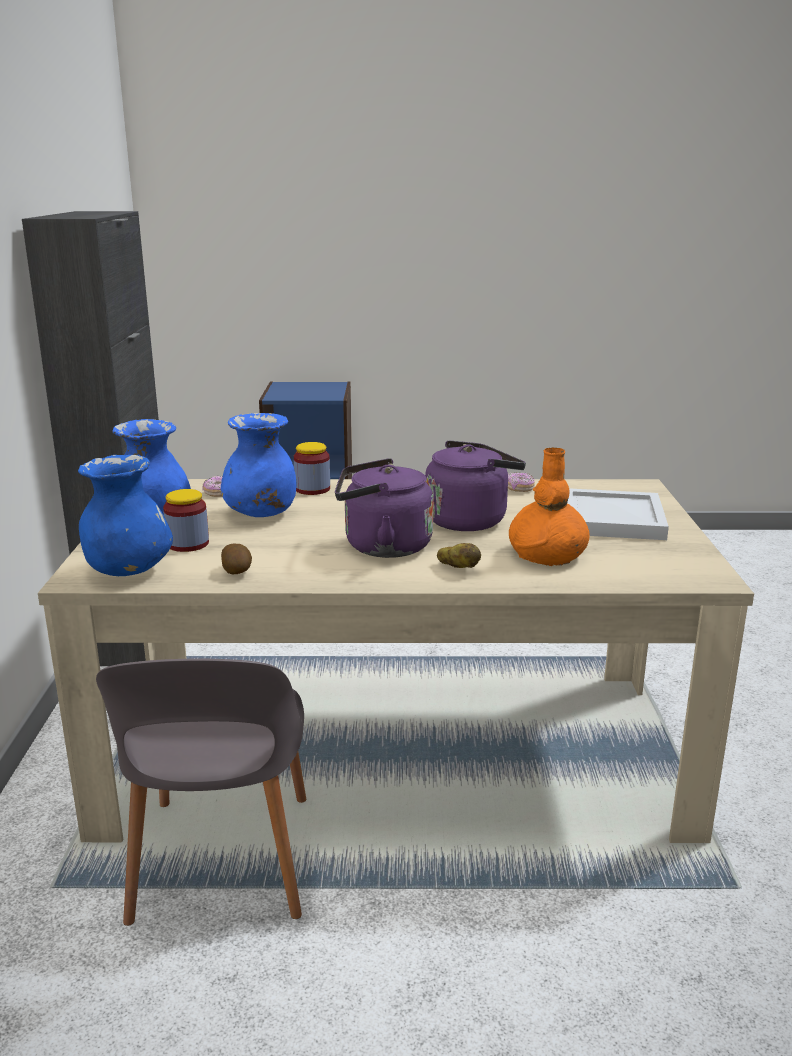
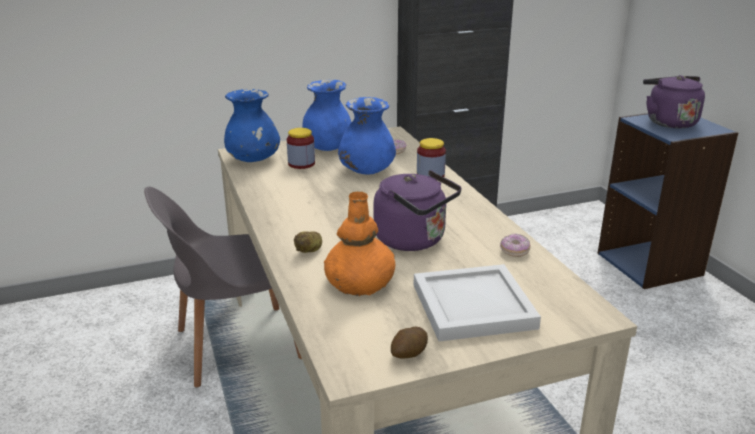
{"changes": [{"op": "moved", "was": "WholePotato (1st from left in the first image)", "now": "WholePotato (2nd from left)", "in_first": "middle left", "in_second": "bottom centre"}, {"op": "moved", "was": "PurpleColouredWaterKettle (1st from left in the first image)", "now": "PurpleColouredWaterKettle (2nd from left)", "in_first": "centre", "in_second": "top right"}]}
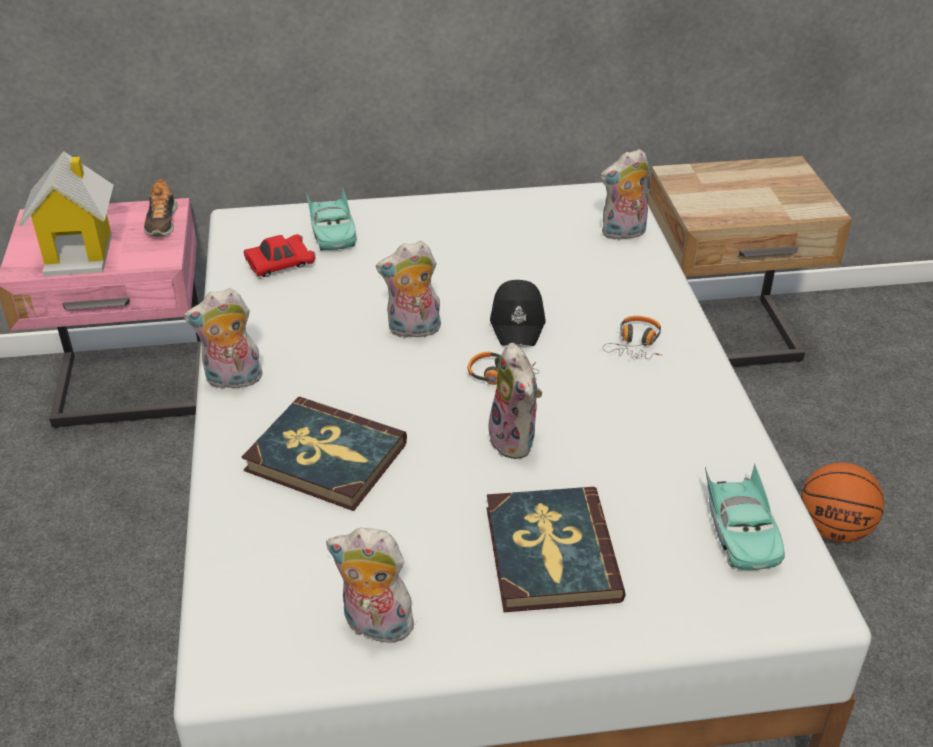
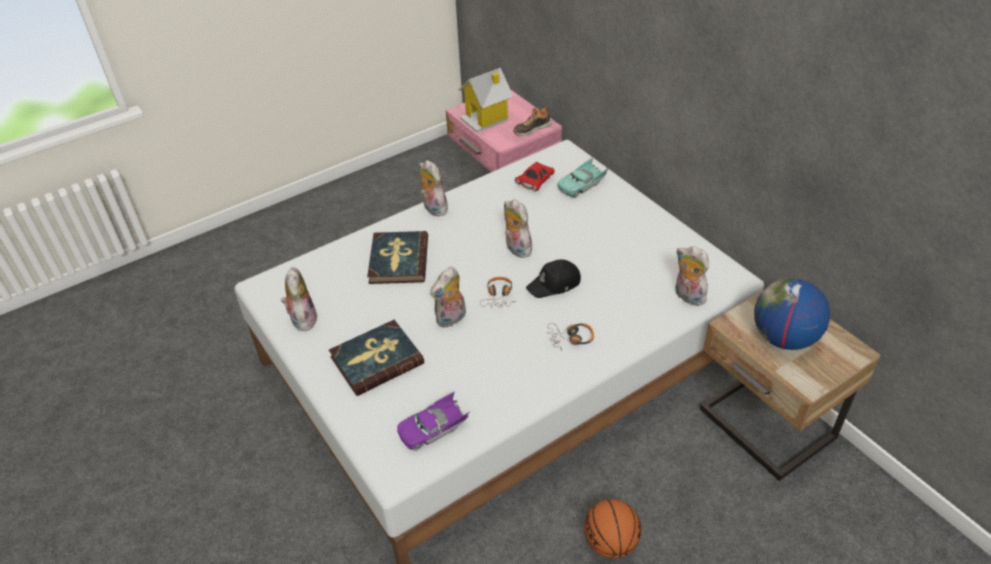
{"changes": [{"op": "added", "now": "Globe", "in_second": "middle right"}, {"op": "recoloured", "was": "TurquoiseToyCar (2nd from left)", "now": "PurpleColouredToyCar", "in_first": "bottom right", "in_second": "bottom centre"}, {"op": "turned", "was": "ReddishToyCar", "in_first": "middle left", "in_second": "top centre", "clockwise": 90}]}
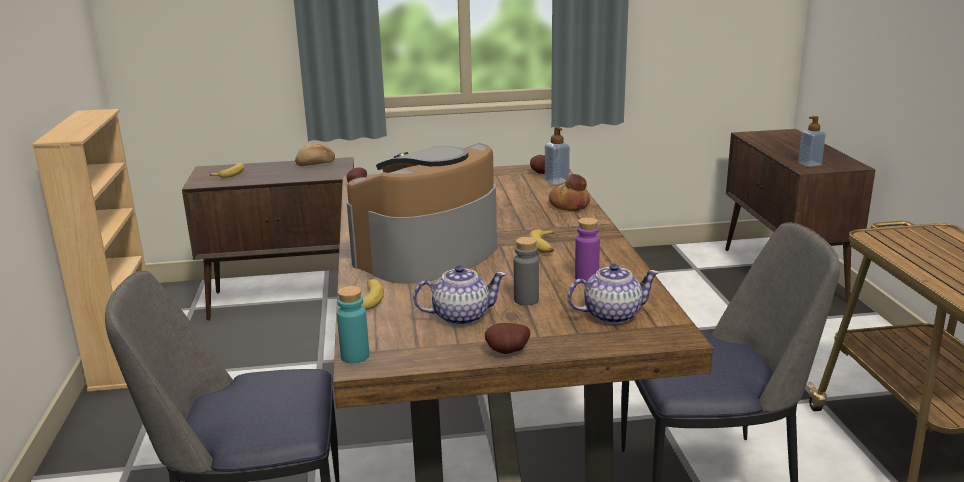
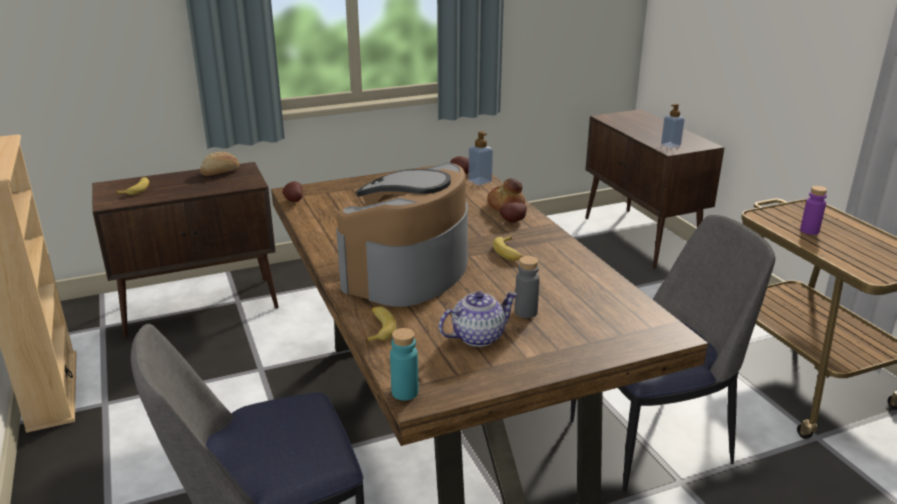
{"changes": [{"op": "removed", "was": "PotForTea (2nd from left)", "in_first": "centre"}, {"op": "moved", "was": "WholePotato (2nd from left in the first image)", "now": "WholePotato (3rd from left)", "in_first": "bottom centre", "in_second": "centre"}, {"op": "moved", "was": "PurpleColouredBeverageBottle", "in_first": "centre", "in_second": "middle right"}]}
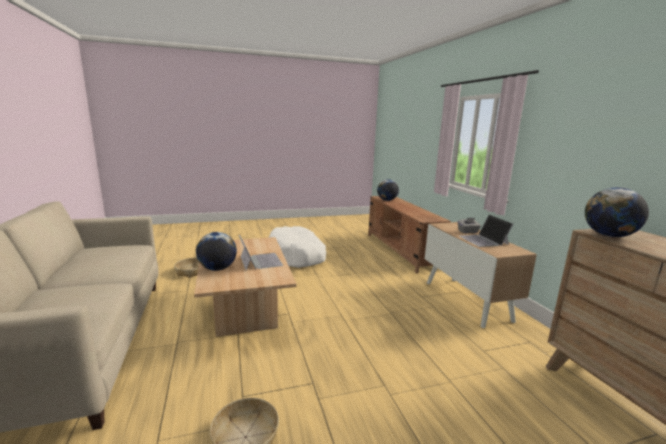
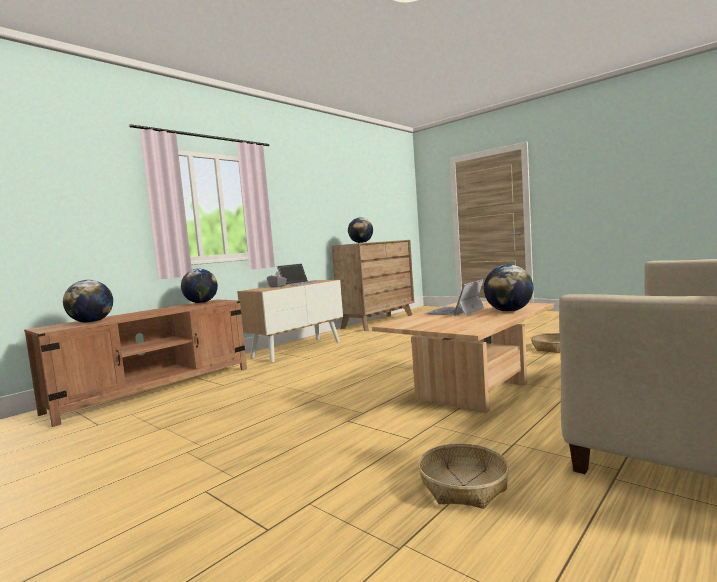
{"changes": [{"op": "removed", "was": "WhitishDogCushion", "in_first": "centre"}, {"op": "added", "now": "Globe (2nd from left)", "in_second": "middle left"}]}
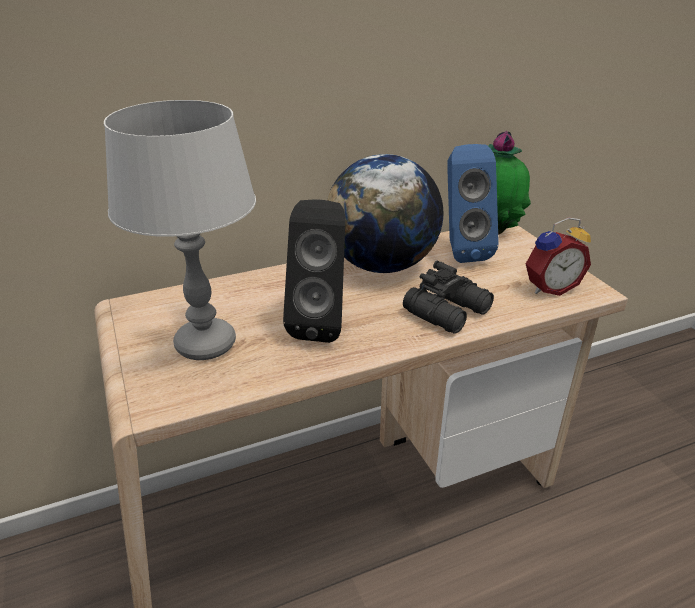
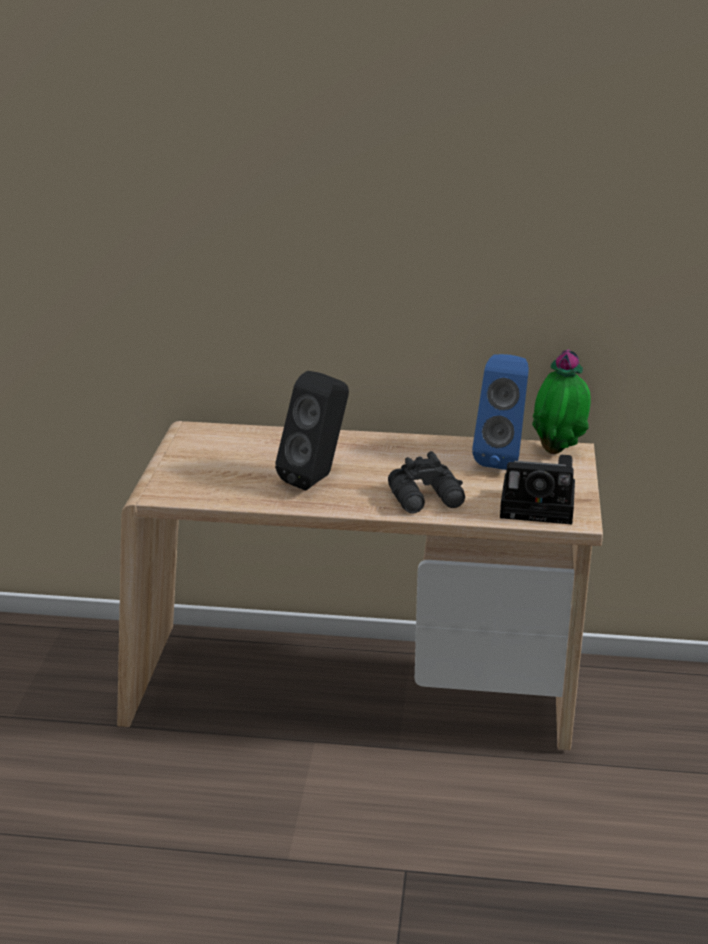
{"changes": [{"op": "removed", "was": "GreyLampForATable", "in_first": "middle left"}, {"op": "removed", "was": "Globe", "in_first": "centre"}, {"op": "replaced", "was": "BedsideClock", "now": "StillCamera", "in_first": "middle right", "in_second": "middle right"}]}
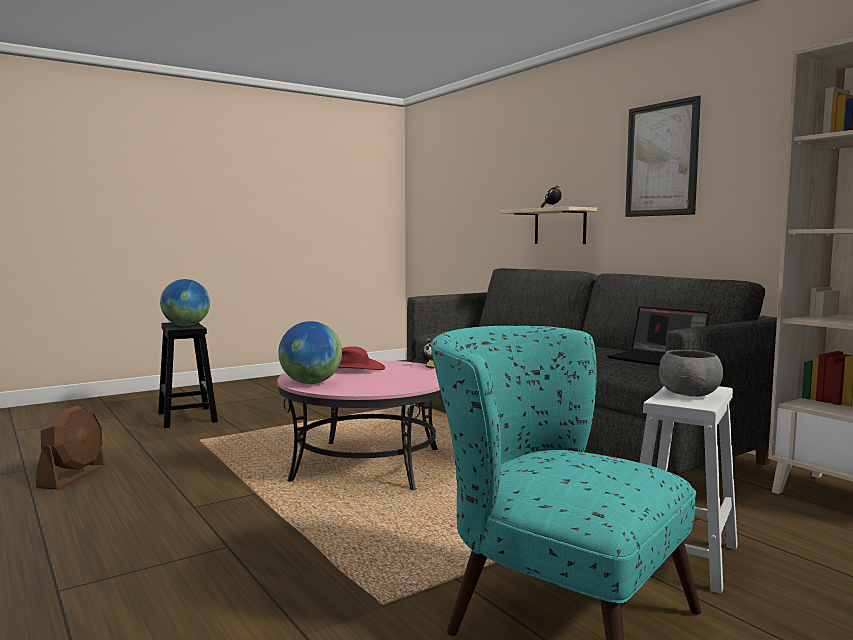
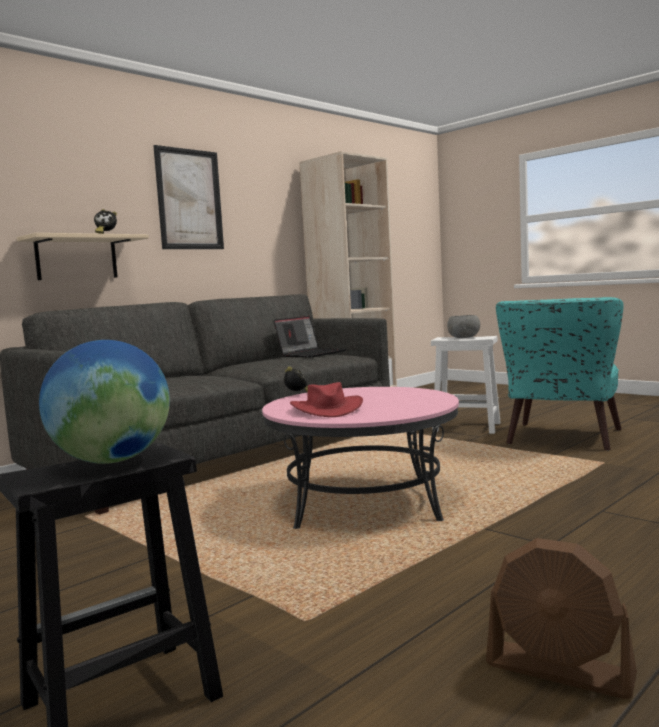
{"changes": [{"op": "removed", "was": "Globe (2nd from left)", "in_first": "centre"}, {"op": "turned", "was": "BrownishCoolingFan", "in_first": "bottom left", "in_second": "bottom right", "clockwise": -150}]}
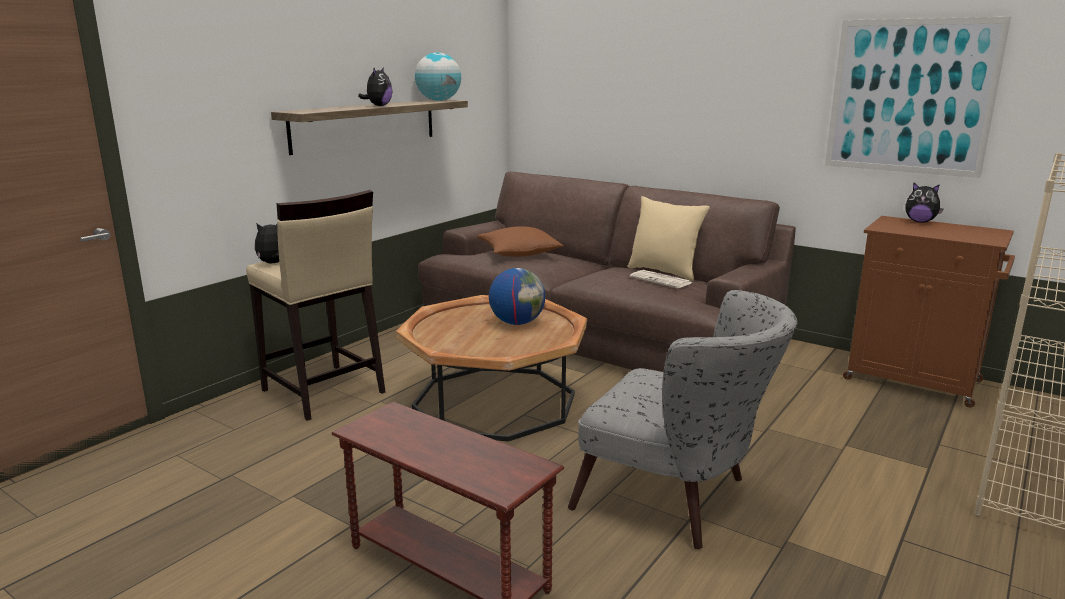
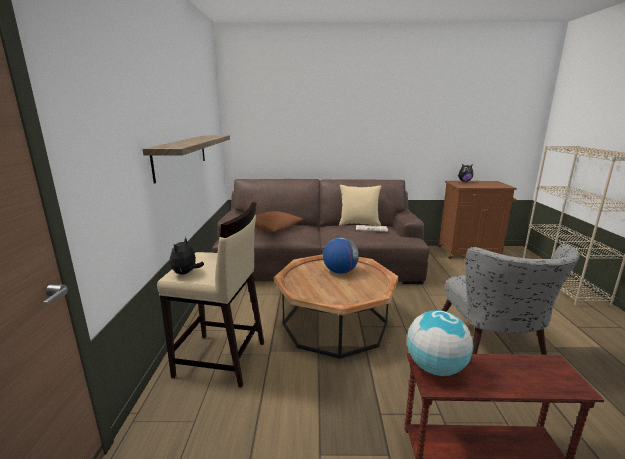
{"changes": [{"op": "removed", "was": "CuddlyToy (2nd from left)", "in_first": "top centre"}, {"op": "removed", "was": "WallArt", "in_first": "top right"}, {"op": "moved", "was": "Globe (1st from left in the first image)", "now": "Globe (2nd from left)", "in_first": "top centre", "in_second": "bottom right"}, {"op": "turned", "was": "GreyLoungeChair", "in_first": "bottom centre", "in_second": "middle right", "clockwise": 90}]}
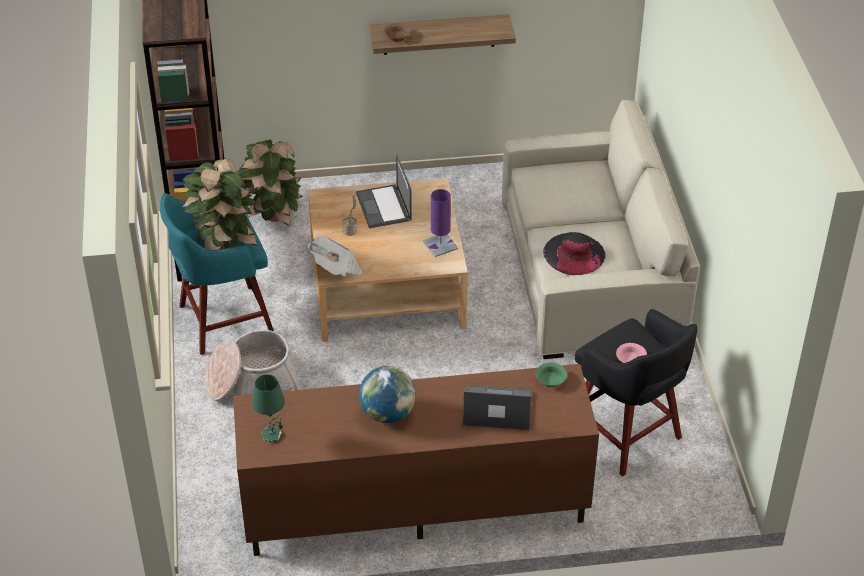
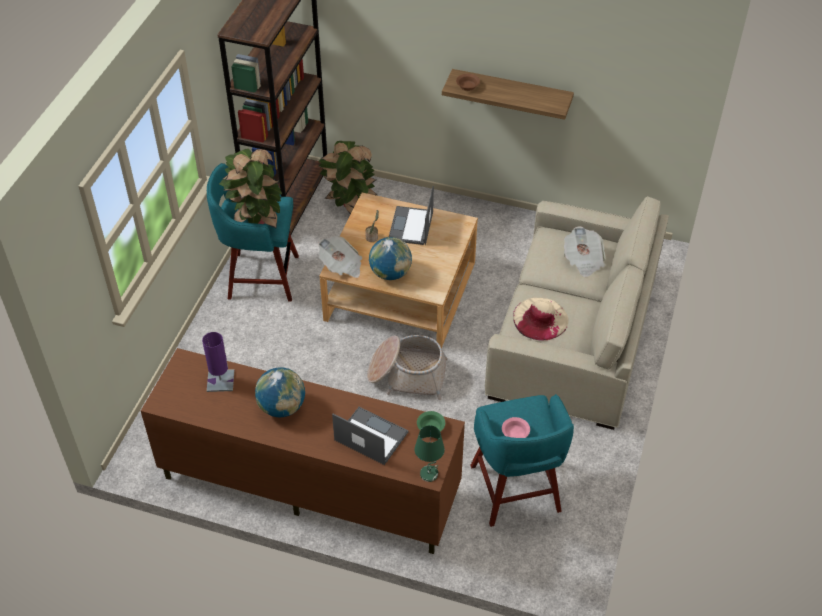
{"changes": [{"op": "added", "now": "Globe (2nd from left)", "in_second": "centre"}, {"op": "added", "now": "PrintedPaper (2nd from left)", "in_second": "middle right"}, {"op": "moved", "was": "HouseholdBasket", "in_first": "middle left", "in_second": "centre"}, {"op": "moved", "was": "GreenLampForATable", "in_first": "bottom left", "in_second": "bottom centre"}, {"op": "moved", "was": "PurpleColouredLampForATable", "in_first": "centre", "in_second": "middle left"}, {"op": "recoloured", "was": "BlackColouredHat", "now": "BeigeColouredHat", "in_first": "centre", "in_second": "centre"}, {"op": "recoloured", "was": "BlackColouredStoolSeat", "now": "TurquoiseStoolSeat (2nd from left)", "in_first": "bottom right", "in_second": "bottom centre"}]}
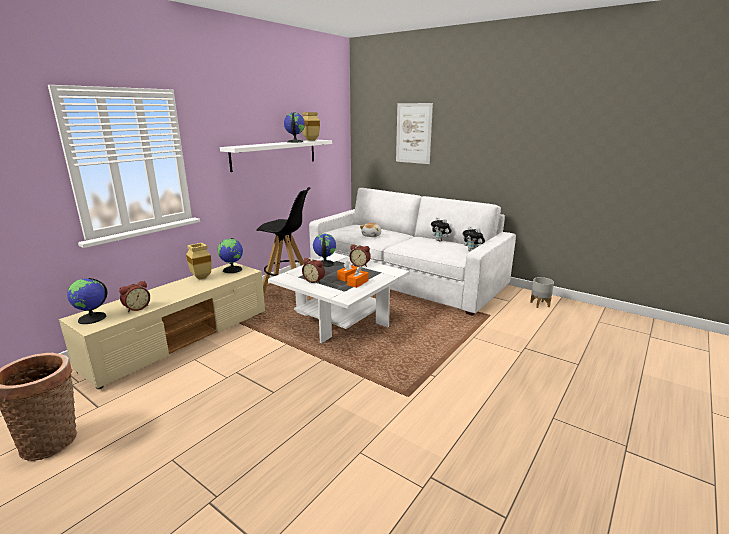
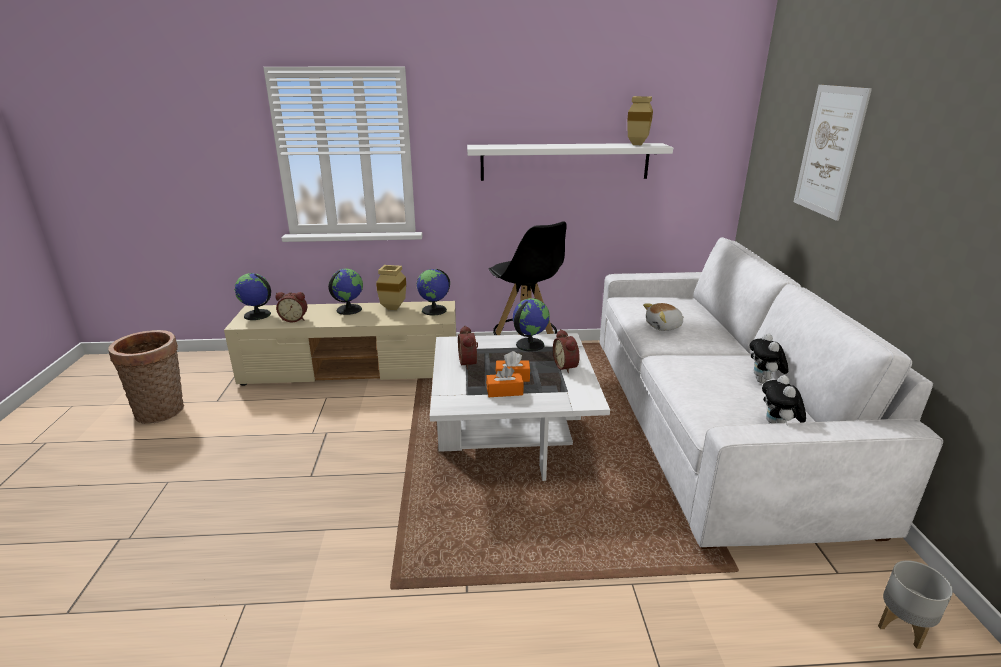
{"changes": [{"op": "moved", "was": "Globe (3rd from left in the first image)", "now": "Globe (2nd from left)", "in_first": "top centre", "in_second": "centre"}]}
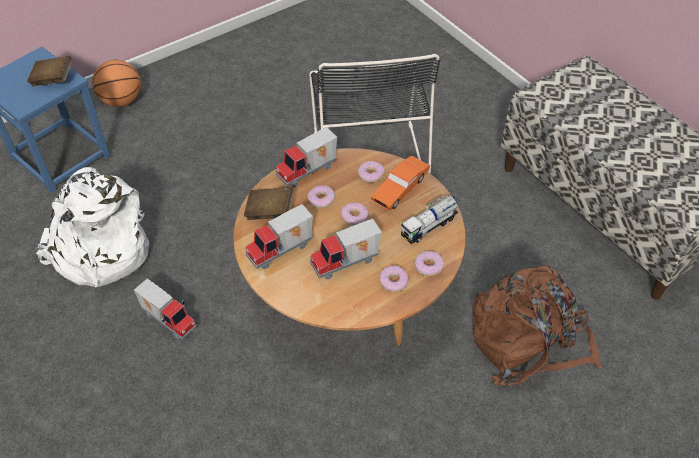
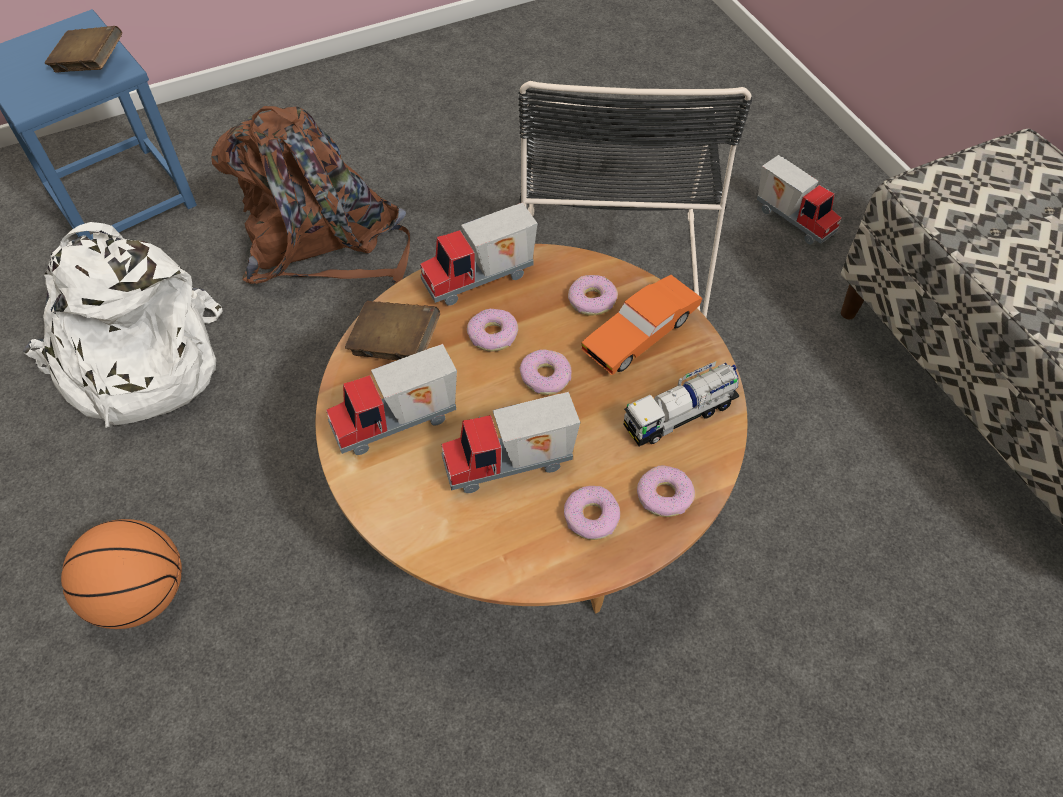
{"changes": [{"op": "moved", "was": "BasketballBall", "in_first": "top left", "in_second": "bottom left"}, {"op": "moved", "was": "ToyLorry (1st from left in the first image)", "now": "ToyLorry (5th from left)", "in_first": "bottom left", "in_second": "top right"}, {"op": "moved", "was": "BrownishKnapsack", "in_first": "bottom right", "in_second": "top left"}]}
